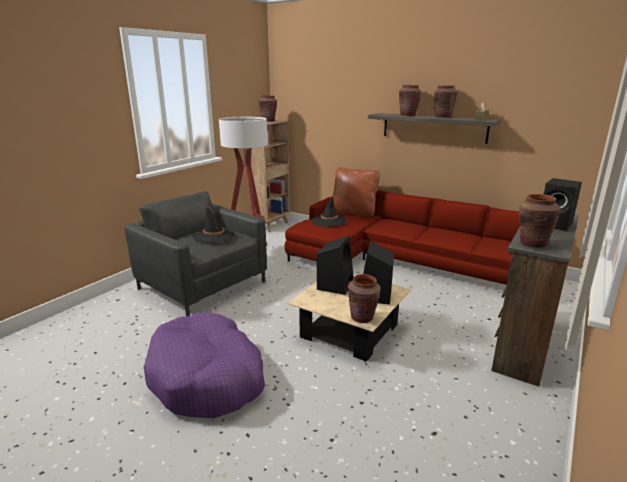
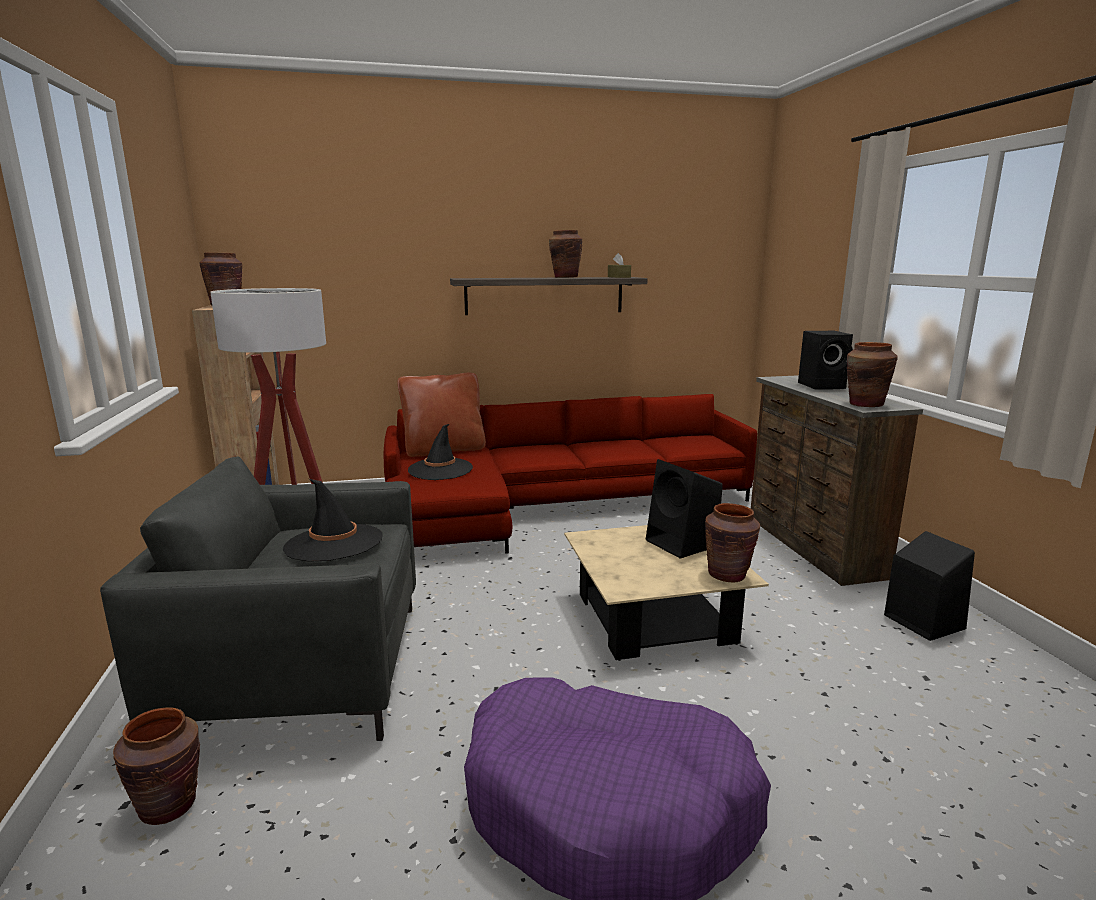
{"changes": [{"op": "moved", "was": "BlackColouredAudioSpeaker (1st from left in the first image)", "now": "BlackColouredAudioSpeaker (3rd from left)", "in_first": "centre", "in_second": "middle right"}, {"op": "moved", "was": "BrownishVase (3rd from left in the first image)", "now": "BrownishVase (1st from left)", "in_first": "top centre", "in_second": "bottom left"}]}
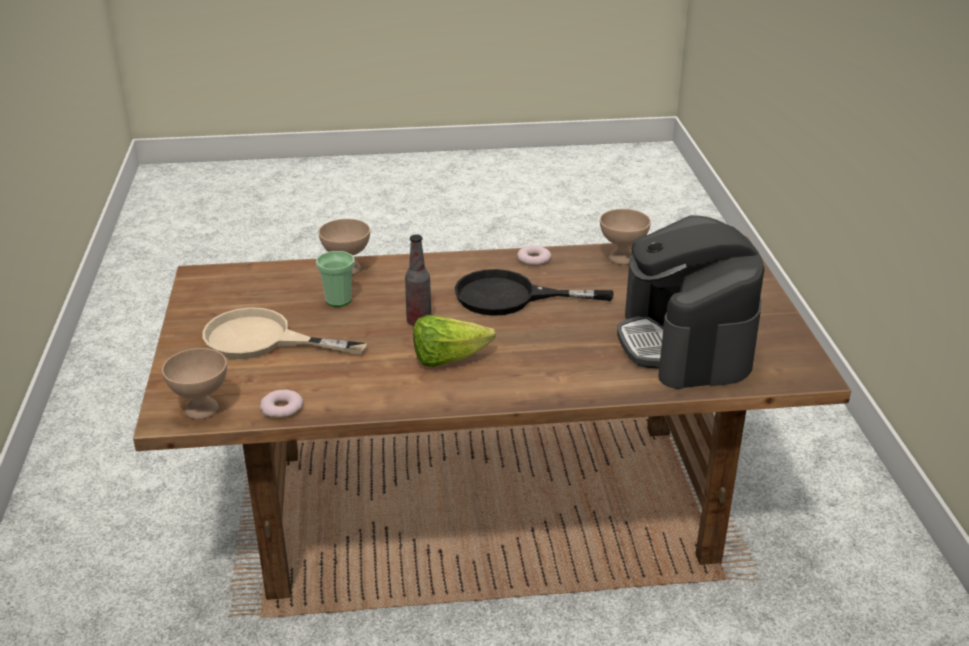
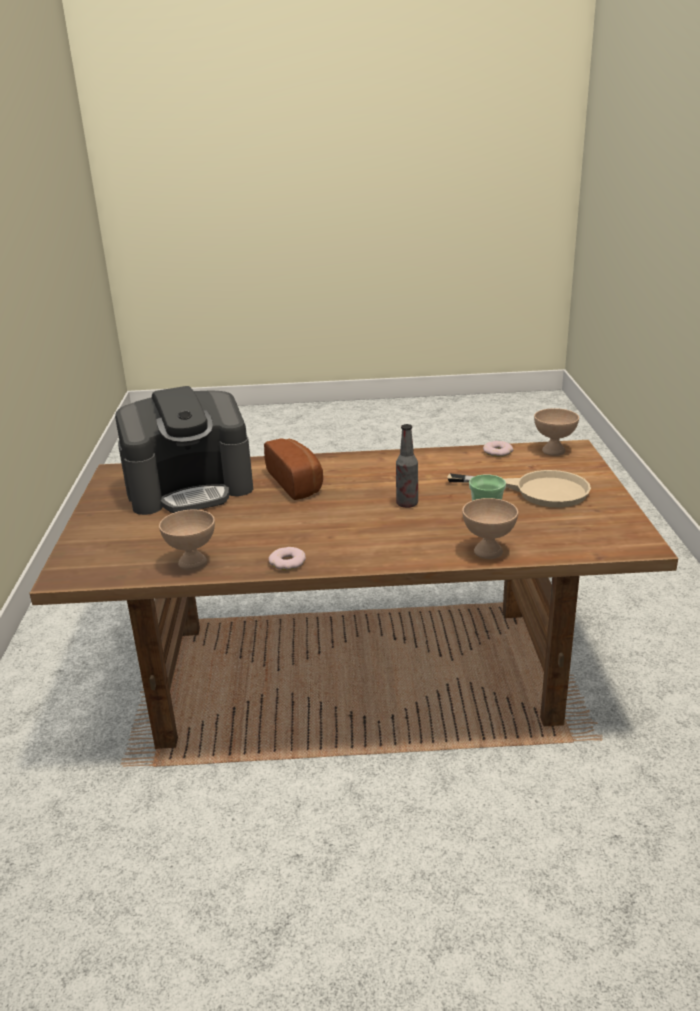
{"changes": [{"op": "removed", "was": "LettuceHead", "in_first": "centre"}, {"op": "removed", "was": "BlackColouredSkillet", "in_first": "centre"}, {"op": "added", "now": "BakedBread", "in_second": "centre"}, {"op": "turned", "was": "CoffeeBrewer", "in_first": "middle right", "in_second": "middle left", "clockwise": 75}]}
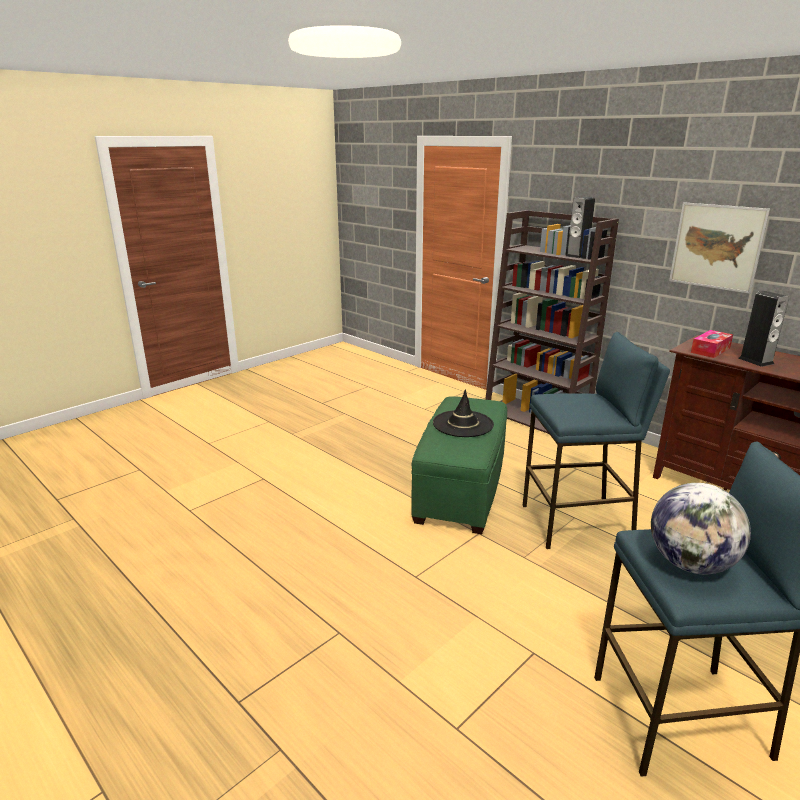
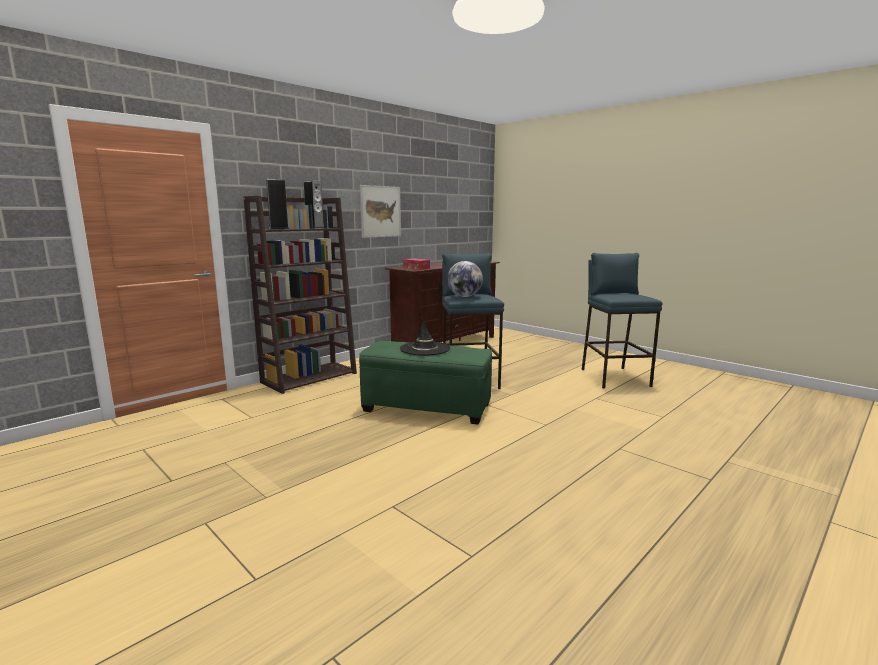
{"changes": [{"op": "moved", "was": "Globe", "in_first": "middle right", "in_second": "centre"}, {"op": "moved", "was": "AudioSpeaker (2nd from left in the first image)", "now": "AudioSpeaker (1st from left)", "in_first": "middle right", "in_second": "top left"}]}
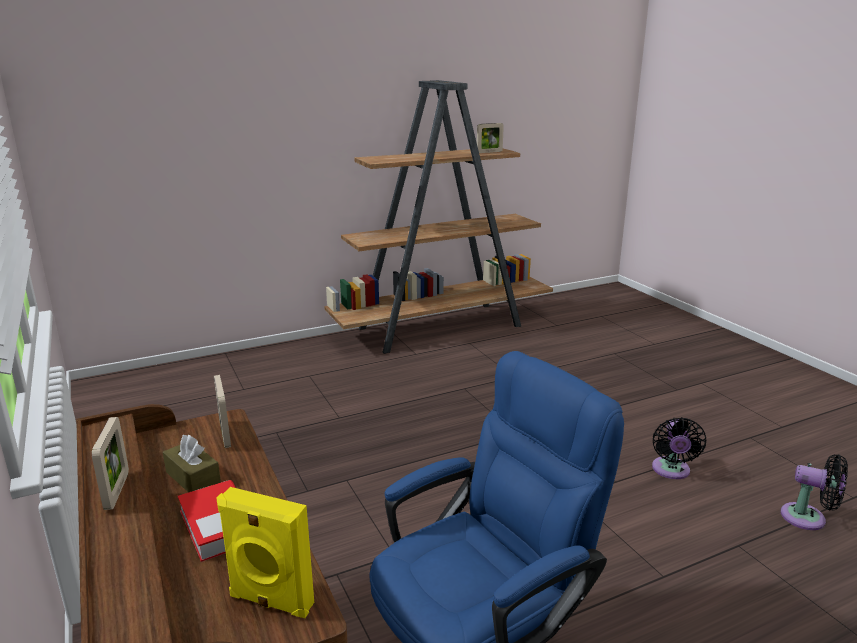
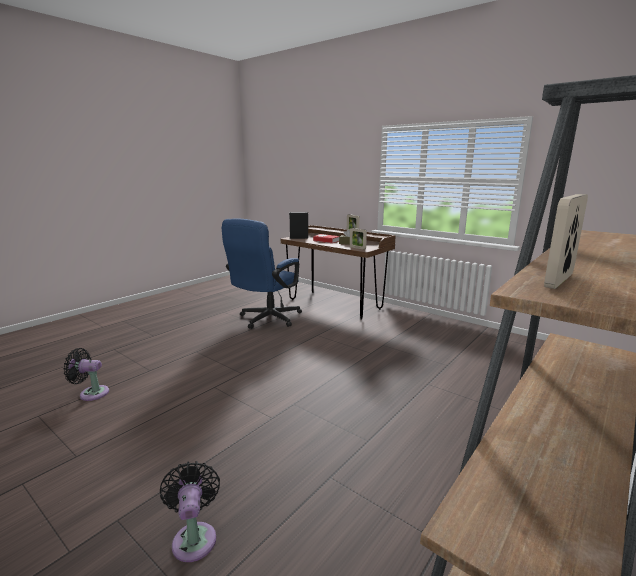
{"changes": [{"op": "moved", "was": "BlackColouredCoolingFan (1st from left in the first image)", "now": "BlackColouredCoolingFan (2nd from left)", "in_first": "bottom right", "in_second": "bottom left"}, {"op": "recoloured", "was": "YellowColouredAudioSpeaker", "now": "BlackColouredAudioSpeaker", "in_first": "bottom left", "in_second": "centre"}]}
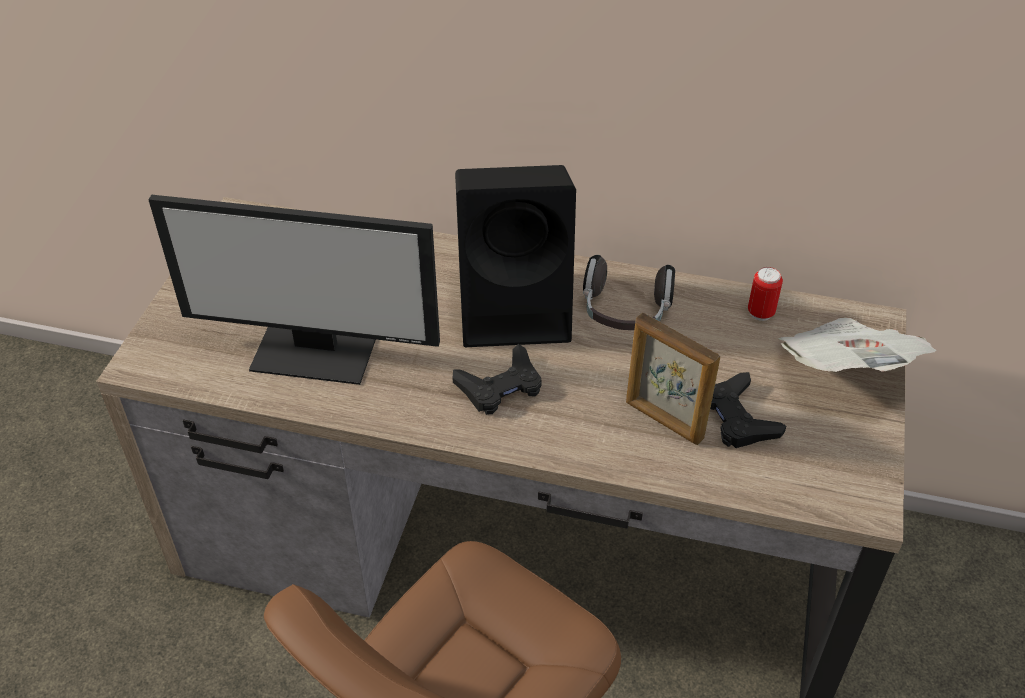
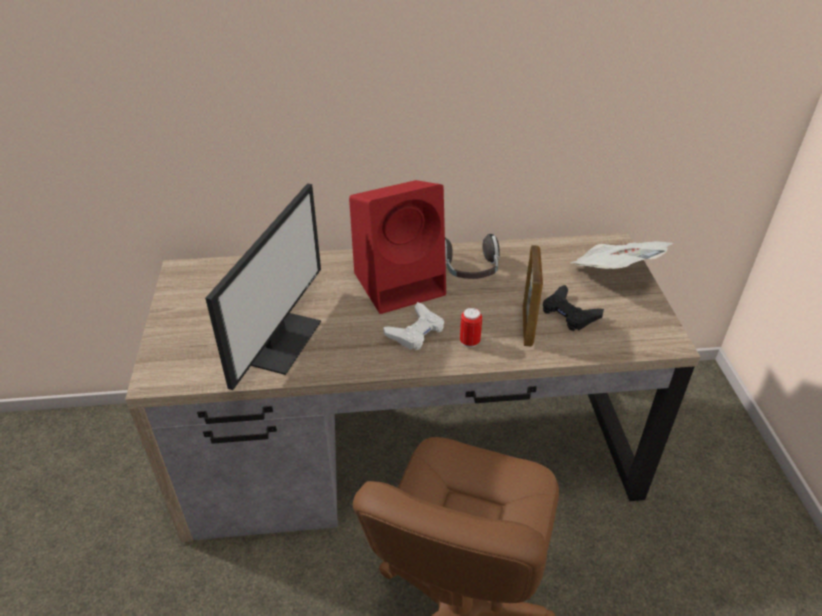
{"changes": [{"op": "moved", "was": "Can", "in_first": "middle right", "in_second": "centre"}, {"op": "recoloured", "was": "BlackColouredGamepad (1st from left)", "now": "WhitishGamepad", "in_first": "centre", "in_second": "centre"}, {"op": "recoloured", "was": "BlackColouredAudioSpeaker", "now": "ReddishAudioSpeaker", "in_first": "centre", "in_second": "centre"}, {"op": "turned", "was": "Monitor", "in_first": "middle left", "in_second": "middle left", "clockwise": -60}, {"op": "turned", "was": "PictureFrame", "in_first": "centre", "in_second": "centre", "clockwise": -105}]}
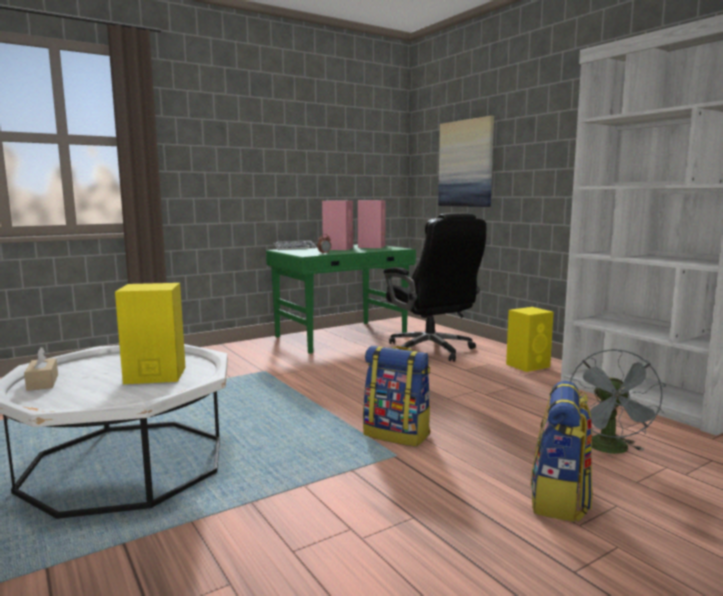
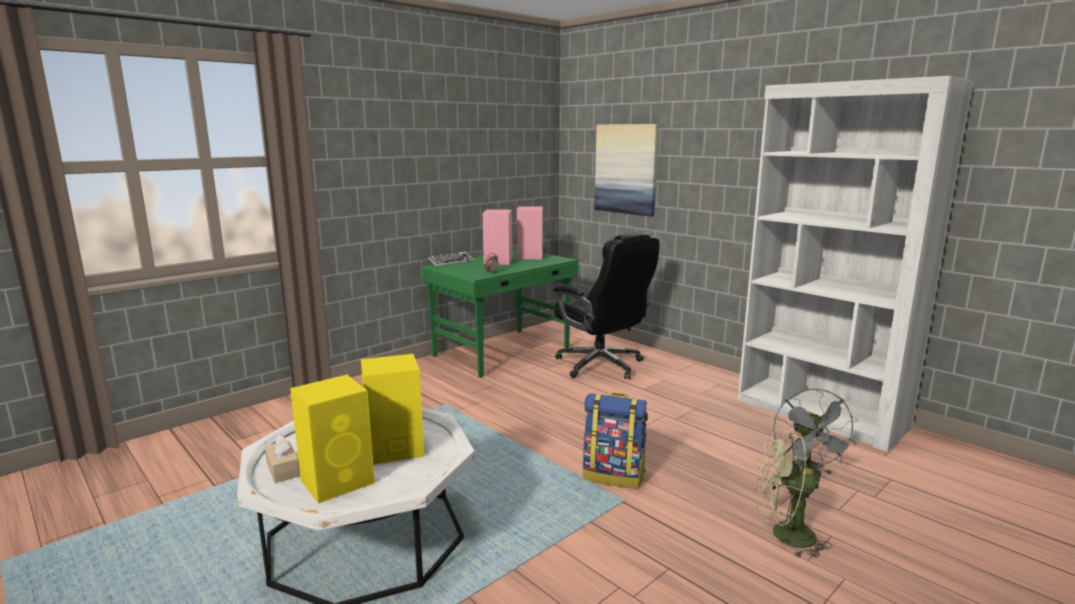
{"changes": [{"op": "moved", "was": "YellowColouredAudioSpeaker (2nd from left in the first image)", "now": "YellowColouredAudioSpeaker (1st from left)", "in_first": "middle right", "in_second": "bottom left"}, {"op": "replaced", "was": "Knapsack (2nd from left)", "now": "GreenCoolingFan", "in_first": "bottom right", "in_second": "bottom right"}]}
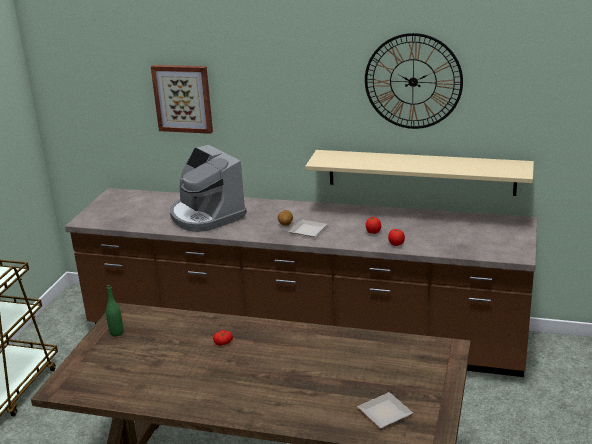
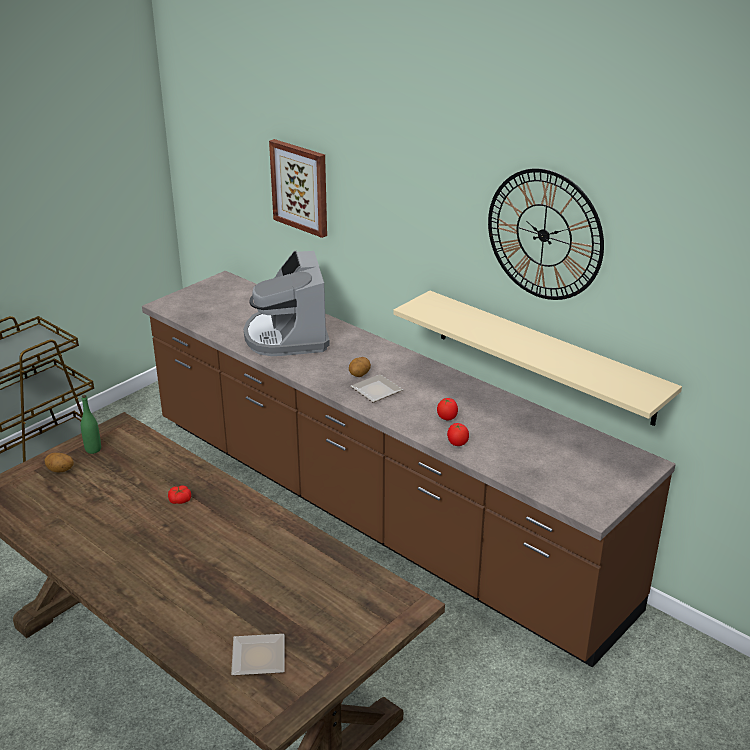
{"changes": [{"op": "added", "now": "WholePotato (1st from left)", "in_second": "middle left"}]}
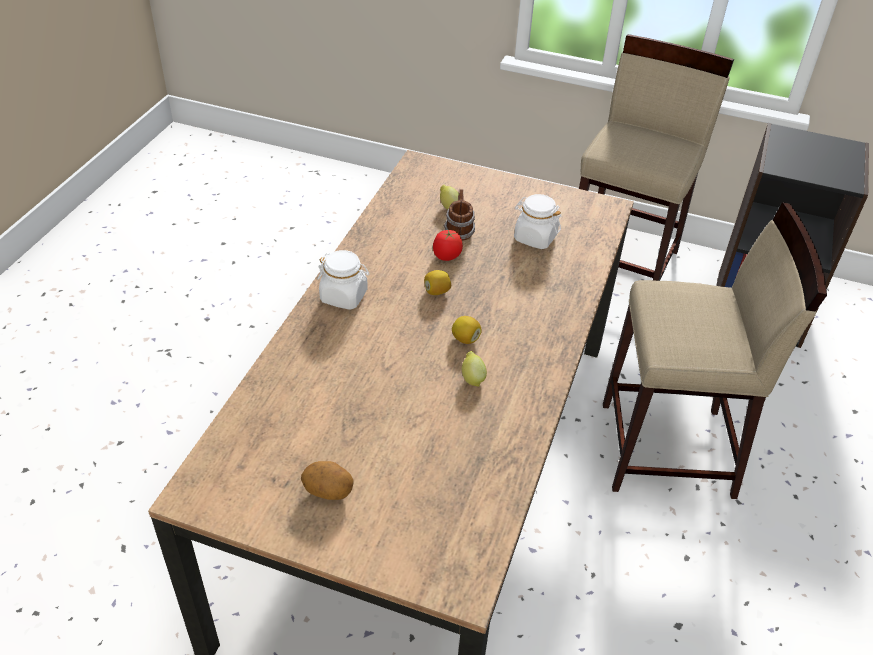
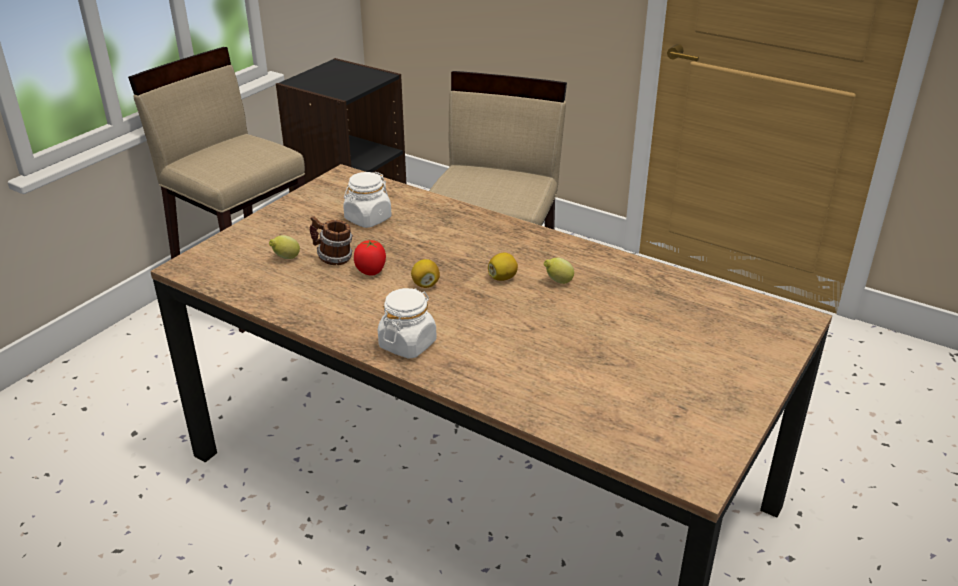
{"changes": [{"op": "removed", "was": "WholePotato", "in_first": "bottom centre"}]}
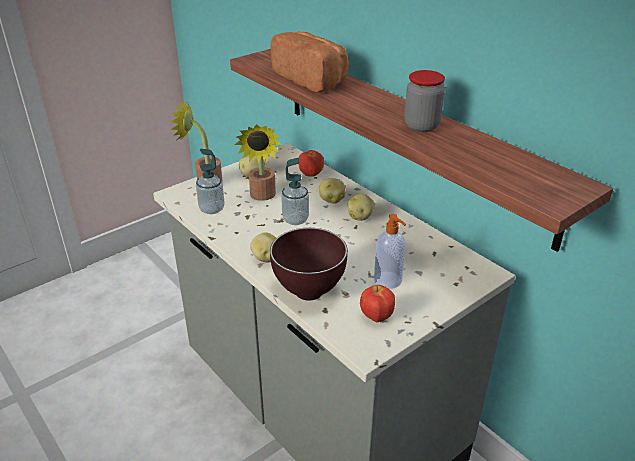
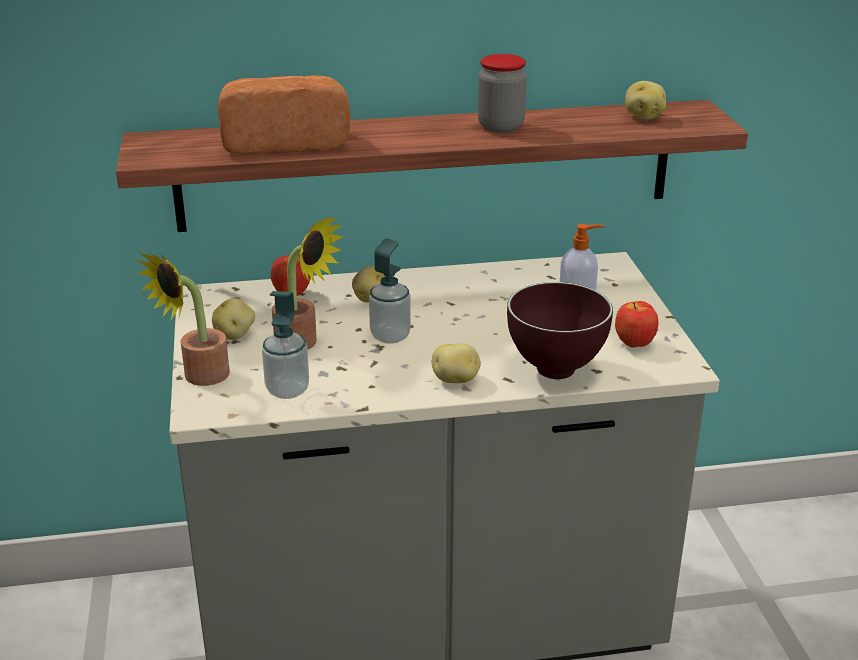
{"changes": [{"op": "moved", "was": "WholePotato (4th from left)", "in_first": "centre", "in_second": "top right"}]}
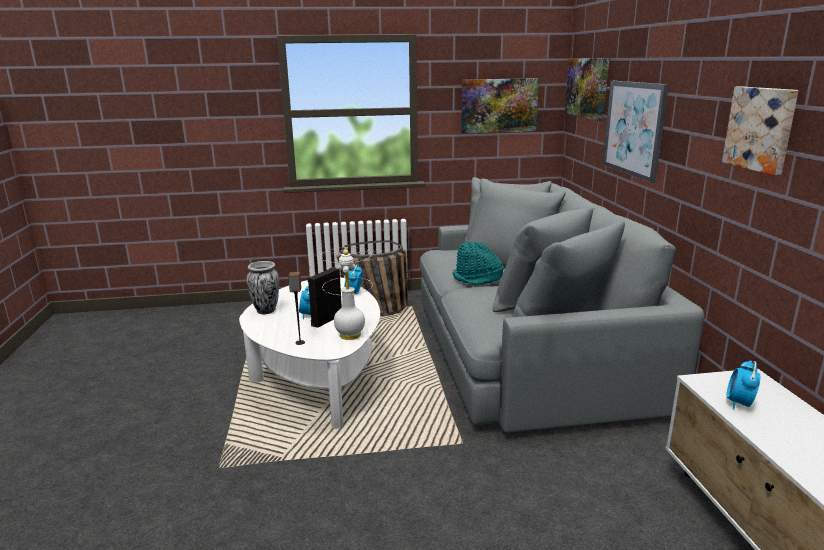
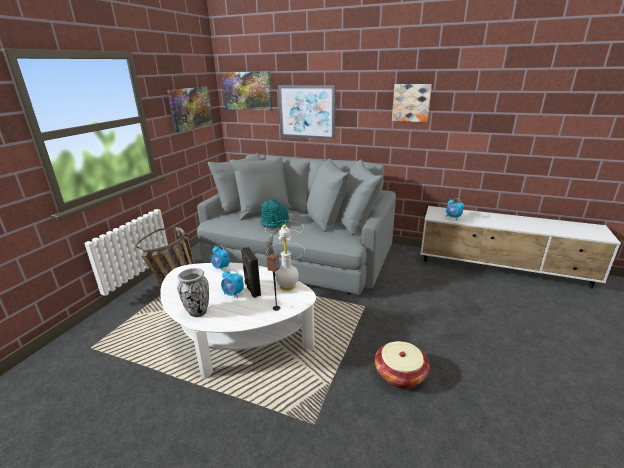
{"changes": [{"op": "added", "now": "HouseholdBasket (2nd from left)", "in_second": "bottom centre"}]}
